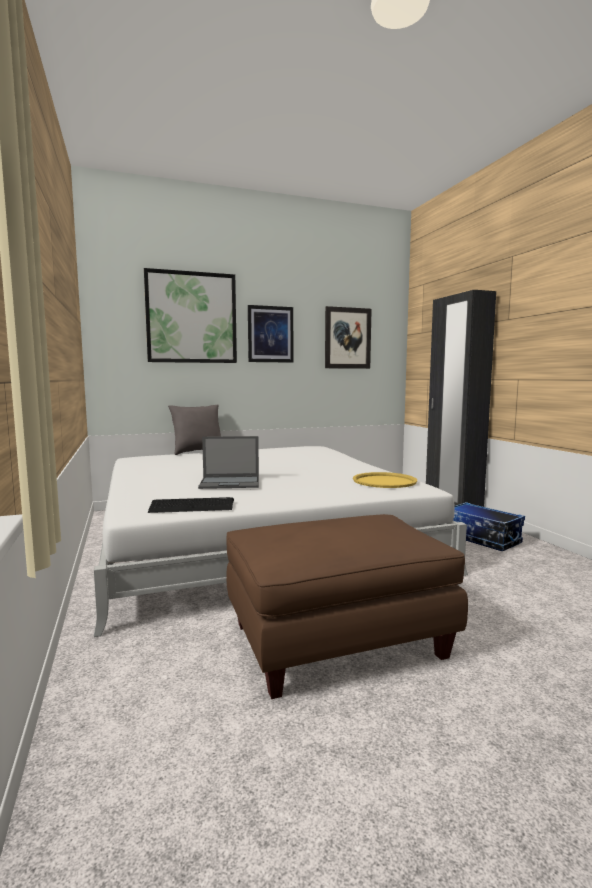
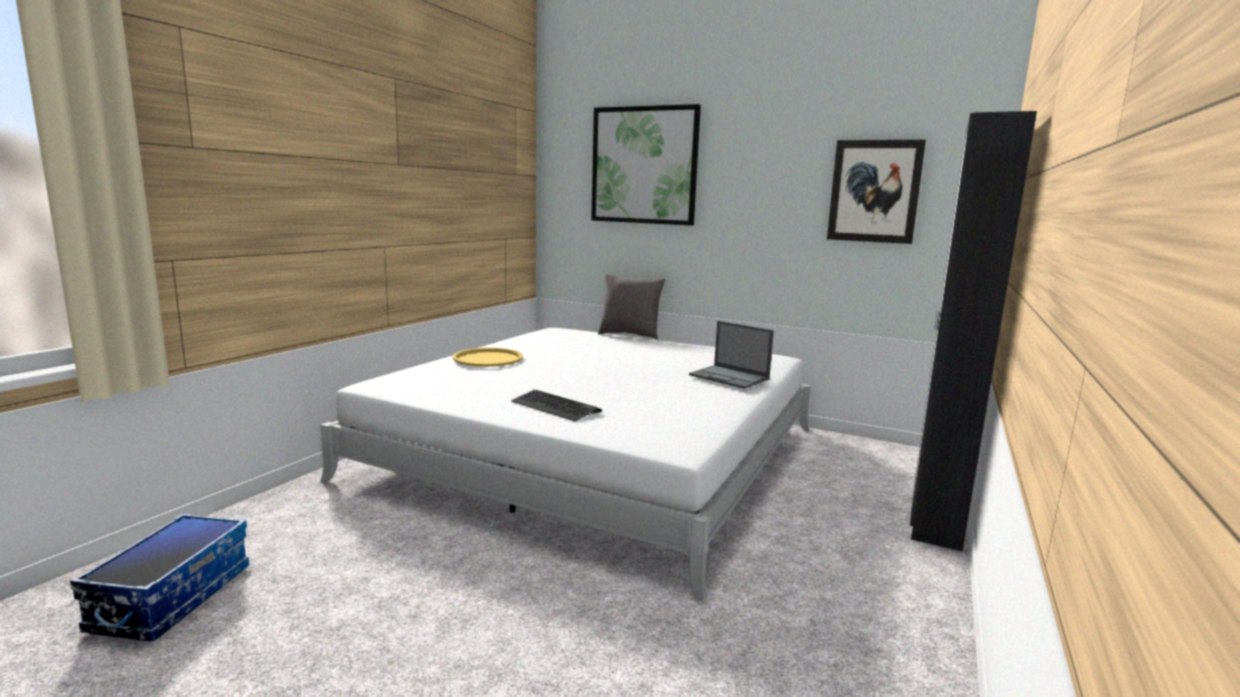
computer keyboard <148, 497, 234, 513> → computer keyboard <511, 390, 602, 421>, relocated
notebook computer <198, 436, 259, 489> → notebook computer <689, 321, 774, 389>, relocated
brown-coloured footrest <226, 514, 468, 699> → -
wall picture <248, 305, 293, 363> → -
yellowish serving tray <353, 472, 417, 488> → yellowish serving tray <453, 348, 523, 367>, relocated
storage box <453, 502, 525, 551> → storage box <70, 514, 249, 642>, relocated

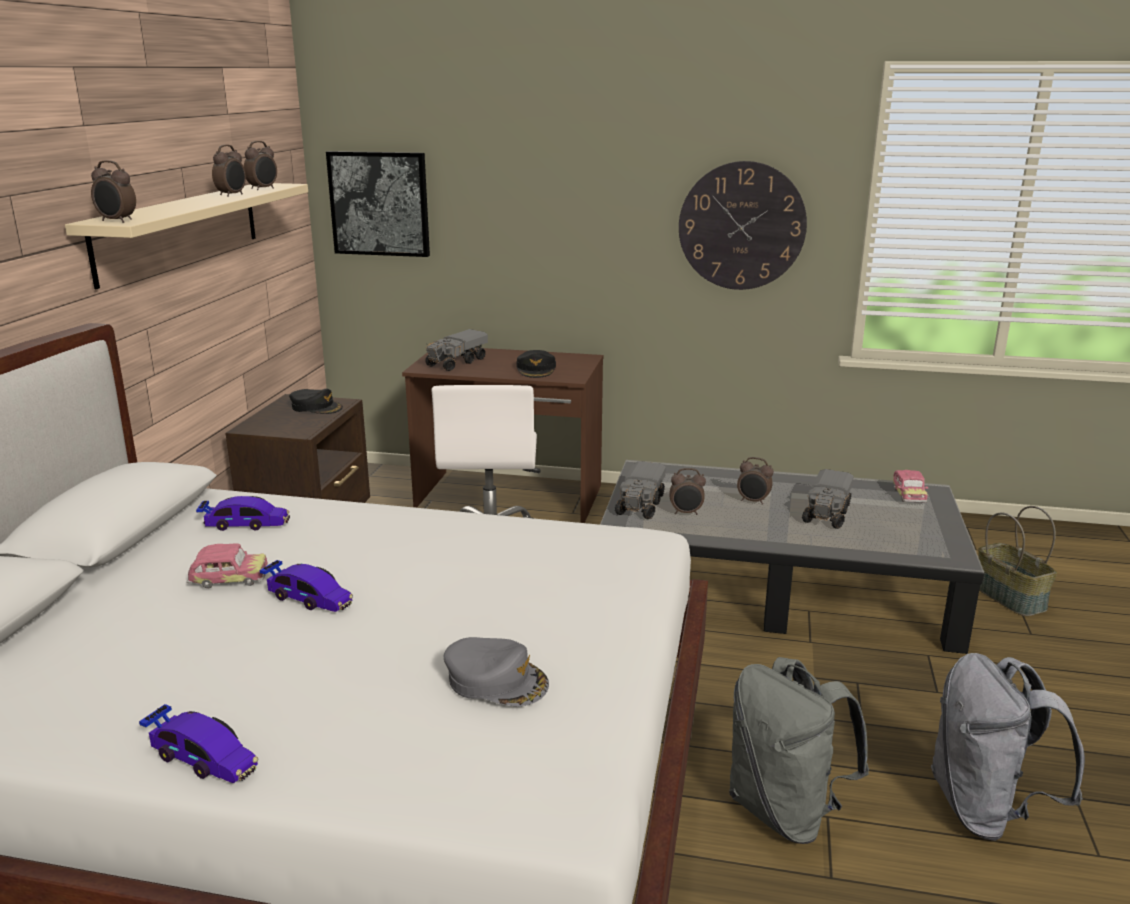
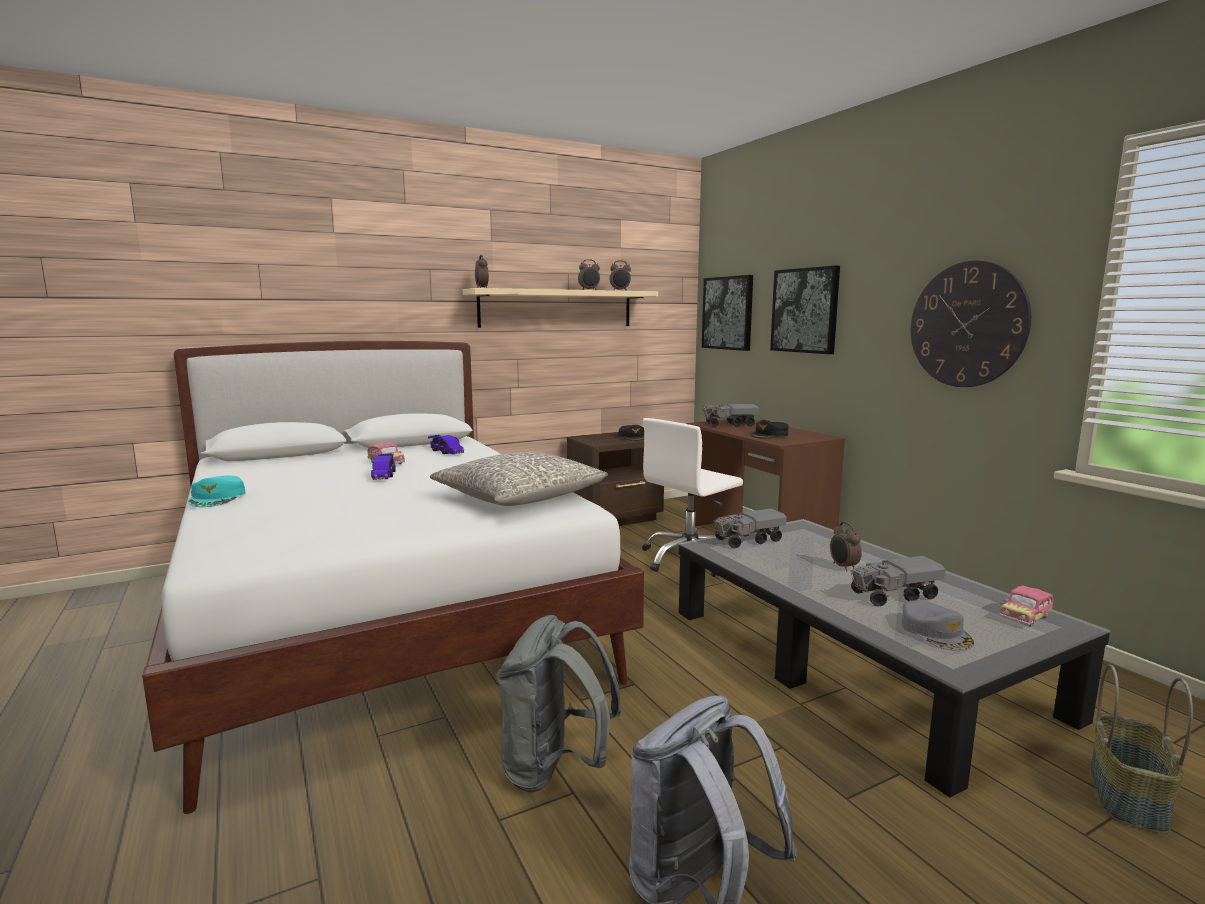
miniature car <139, 704, 258, 783> → turquoise-coloured baseball cap <188, 476, 246, 507>
gray baseball cap <444, 637, 549, 706> → gray baseball cap <902, 600, 974, 651>, relocated
table clock <669, 468, 706, 515> → -
- → gray throw pillow <430, 452, 608, 506>
- → wall picture <770, 266, 840, 354>

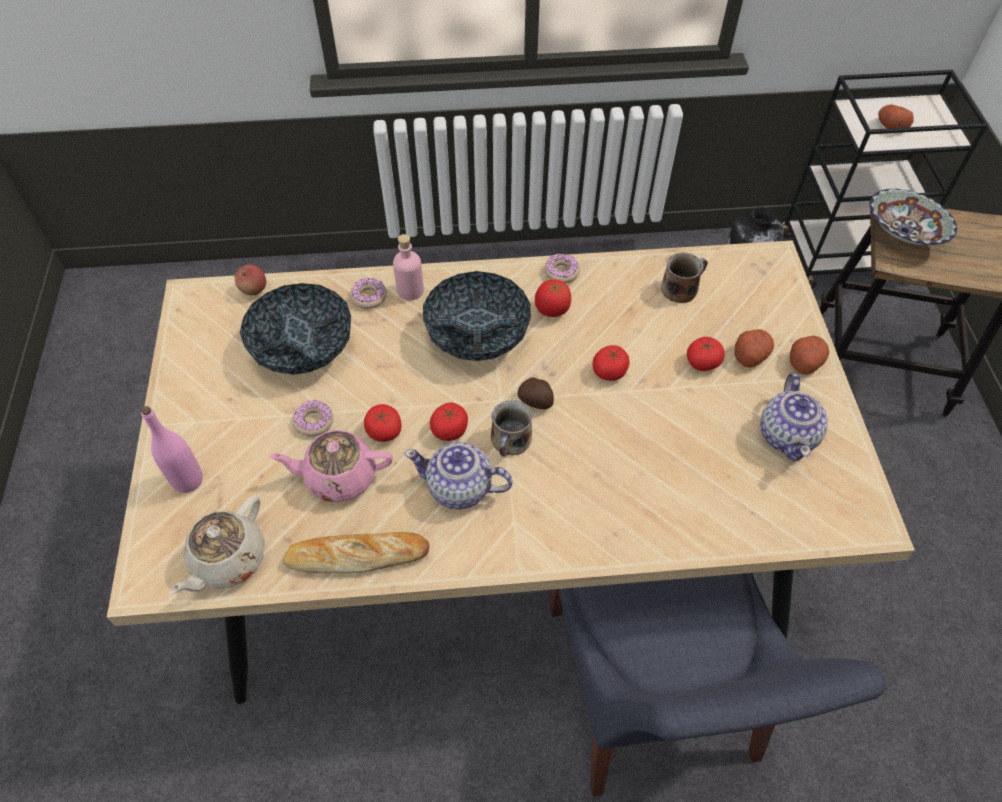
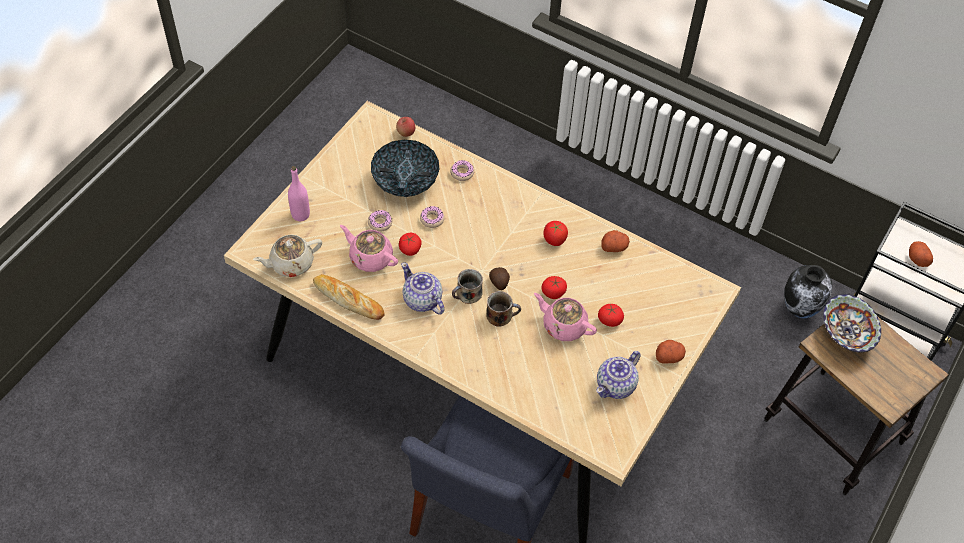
pink-coloured drink bottle <393, 234, 424, 300> → -
deep dish <423, 271, 531, 361> → -
tomato <430, 403, 468, 441> → -
ring doughnut <544, 253, 580, 283> → ring doughnut <420, 206, 445, 228>, relocated
tea mug <661, 252, 708, 303> → tea mug <486, 291, 521, 327>, relocated
whole potato <734, 329, 774, 367> → whole potato <601, 230, 630, 252>, relocated
- → pink-coloured pot for tea <534, 293, 597, 341>

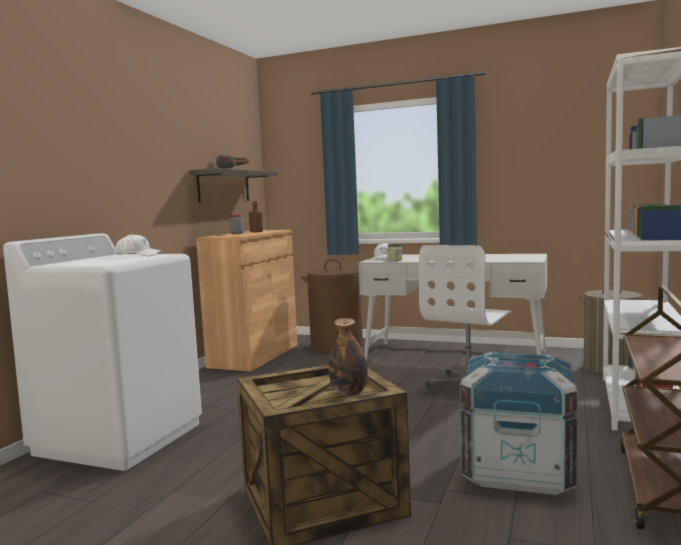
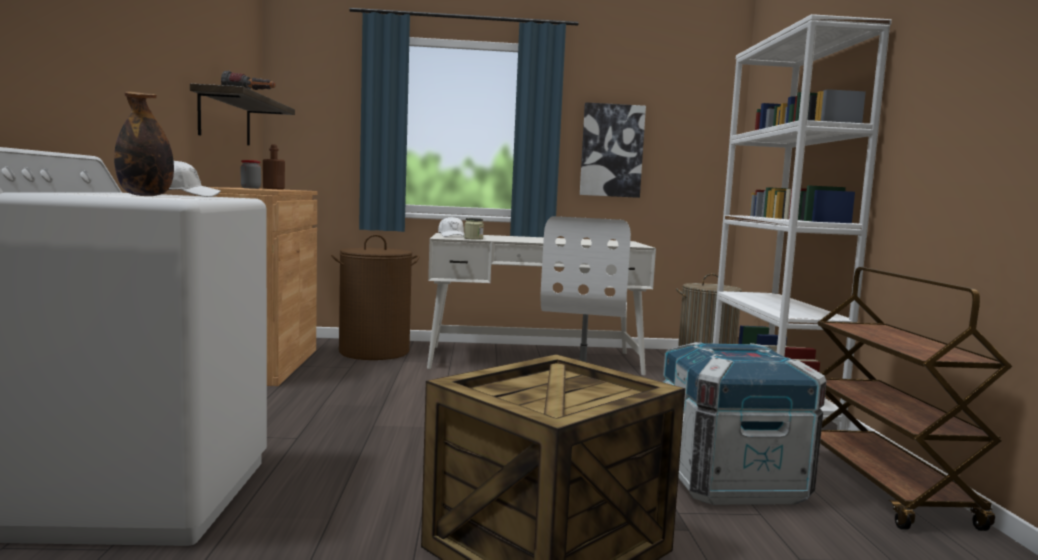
drink bottle <328, 318, 368, 396> → drink bottle <114, 91, 174, 196>, relocated
- → wall picture <580, 102, 646, 198>

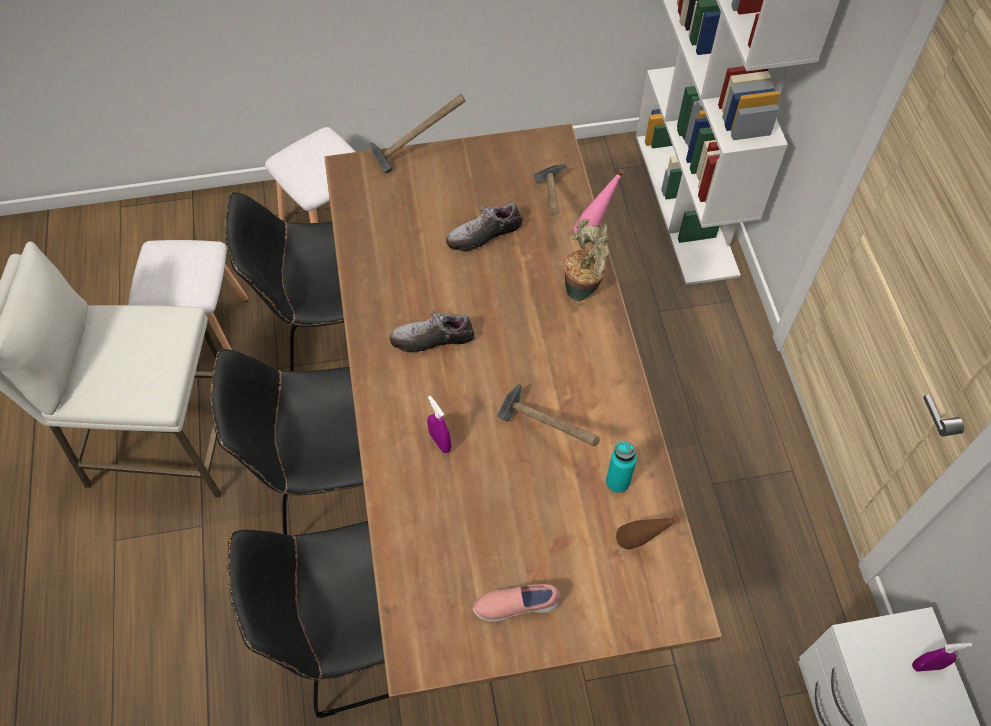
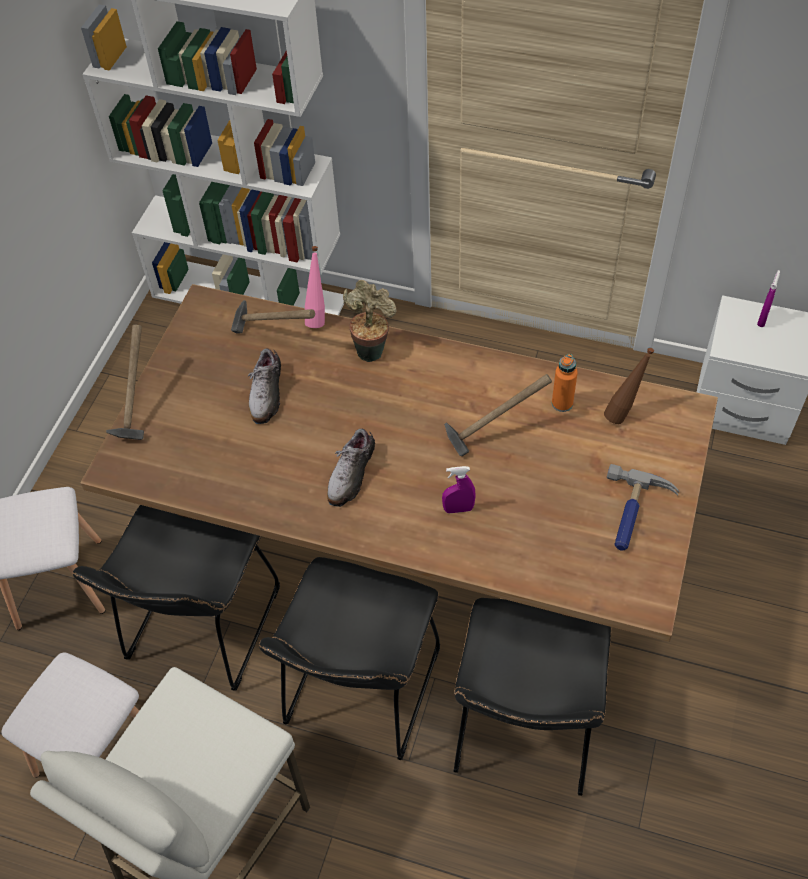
pink-coloured low shoe <473, 584, 560, 622> → hammer <607, 464, 679, 551>
turquoise-coloured drink bottle <606, 441, 637, 493> → orangey drink bottle <552, 354, 578, 412>

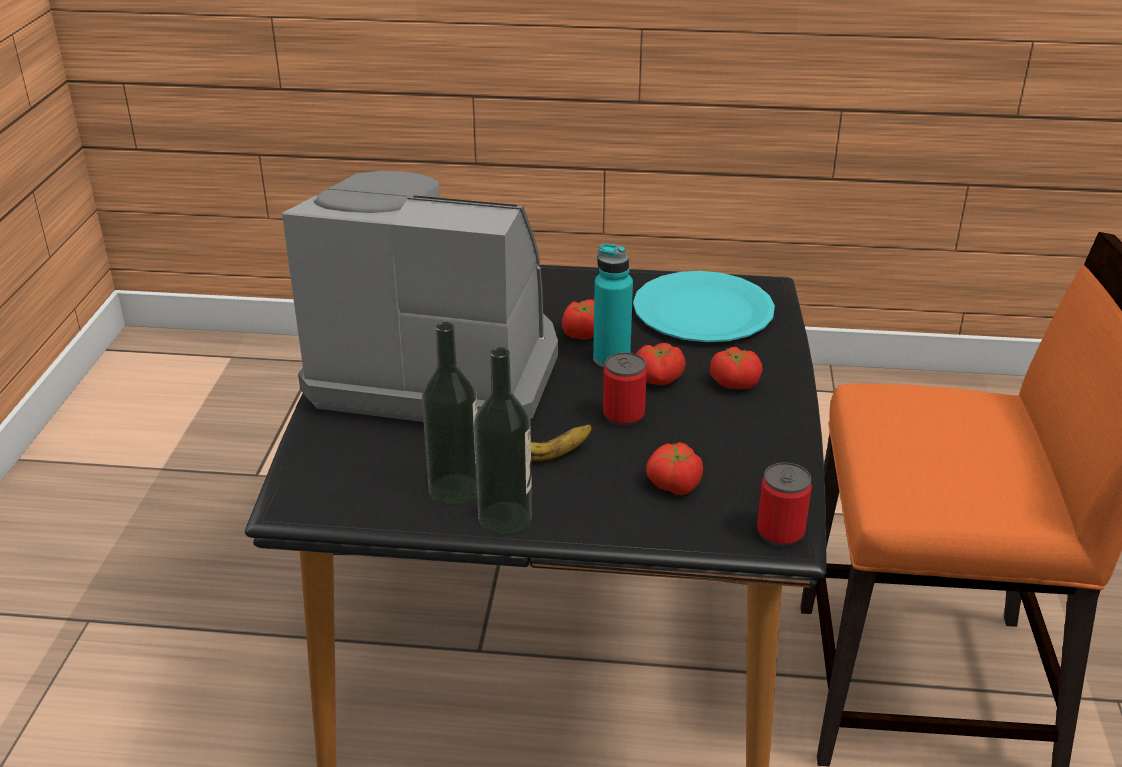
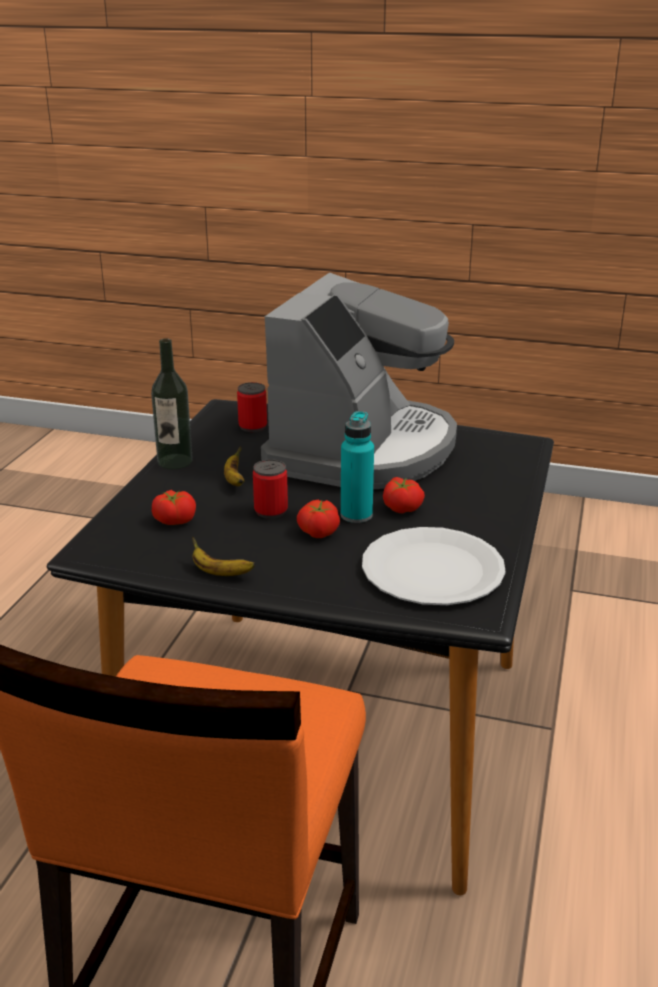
drink bottle <422, 322, 477, 506> → -
turquoise-coloured flat dish <633, 271, 775, 342> → white flat dish <362, 527, 506, 605>
tomato <710, 347, 763, 389> → -
metal can <757, 462, 812, 547> → metal can <237, 382, 267, 432>, relocated
- → banana fruit <192, 537, 256, 576>

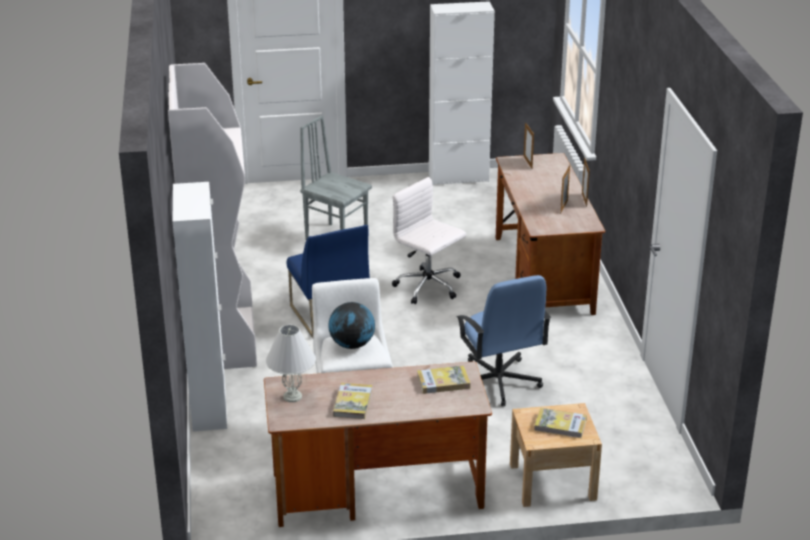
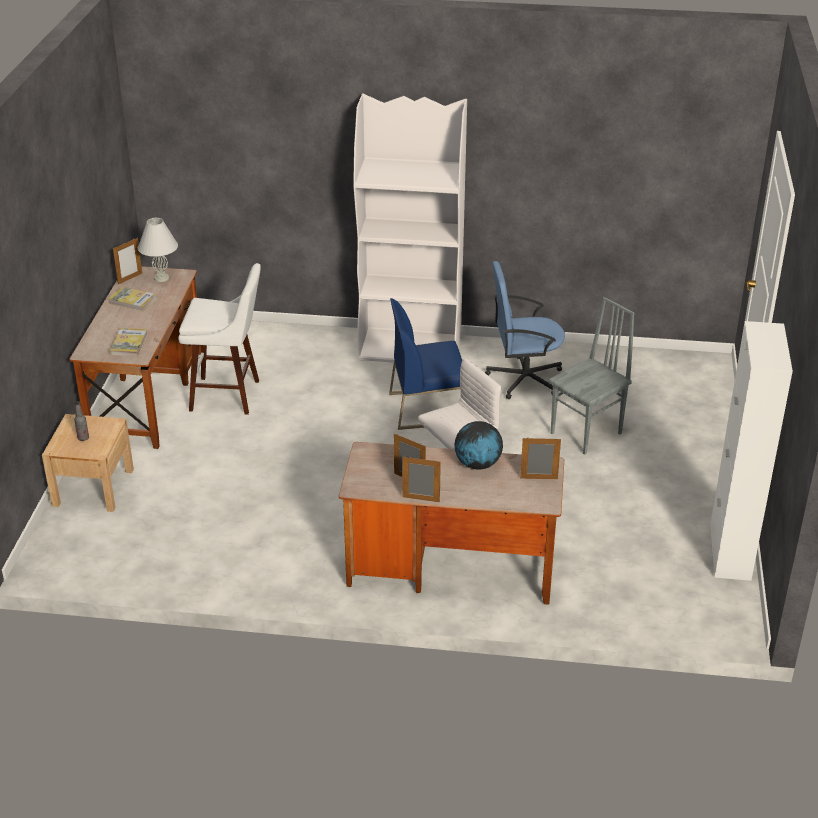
white cabinet <173, 182, 227, 432> → -
globe <328, 302, 375, 349> → globe <455, 421, 503, 470>, relocated
bluish office chair <456, 275, 551, 407> → bluish office chair <485, 261, 565, 399>, relocated
bound book <534, 408, 587, 438> → drink bottle <74, 401, 89, 441>
- → photo frame <113, 238, 142, 285>

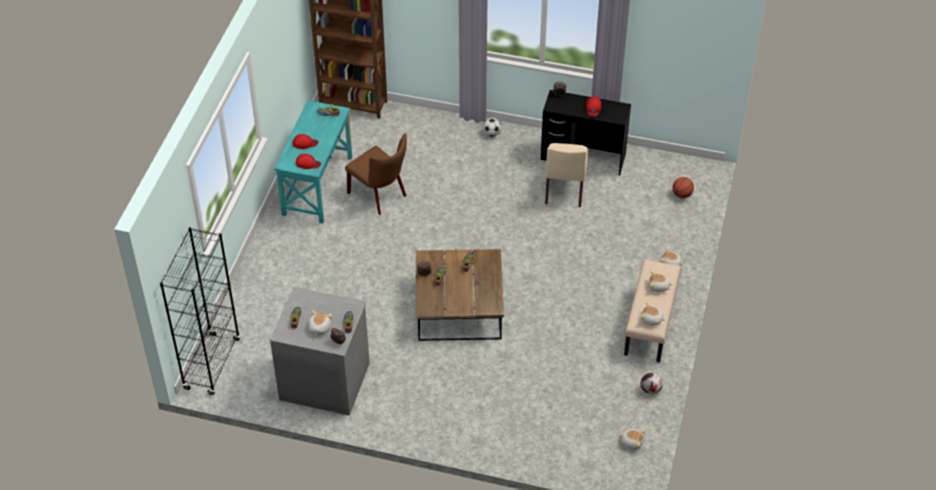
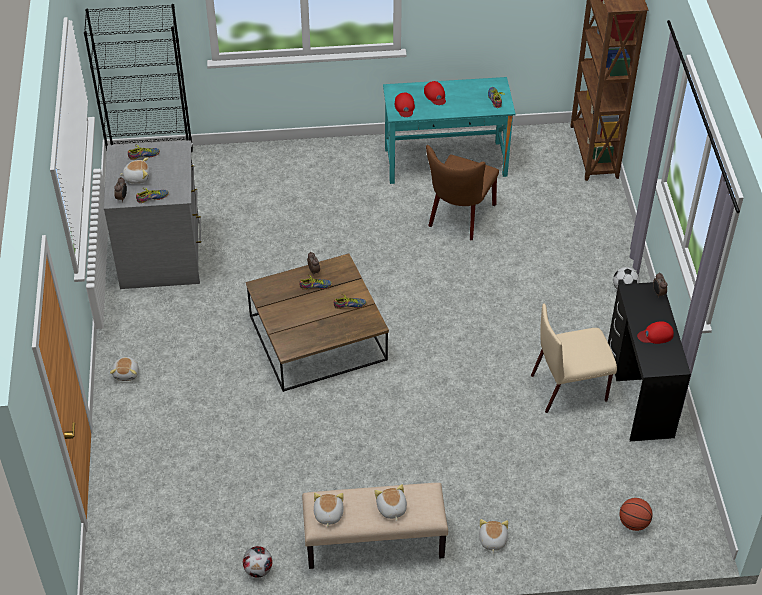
soft toy <619, 429, 646, 450> → soft toy <110, 356, 139, 381>, relocated

